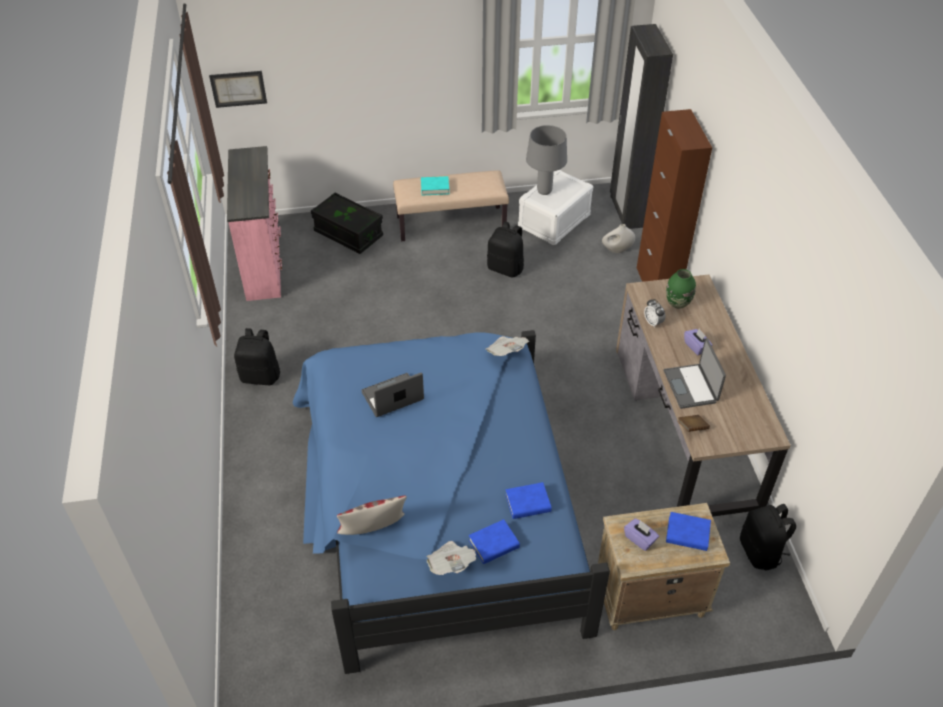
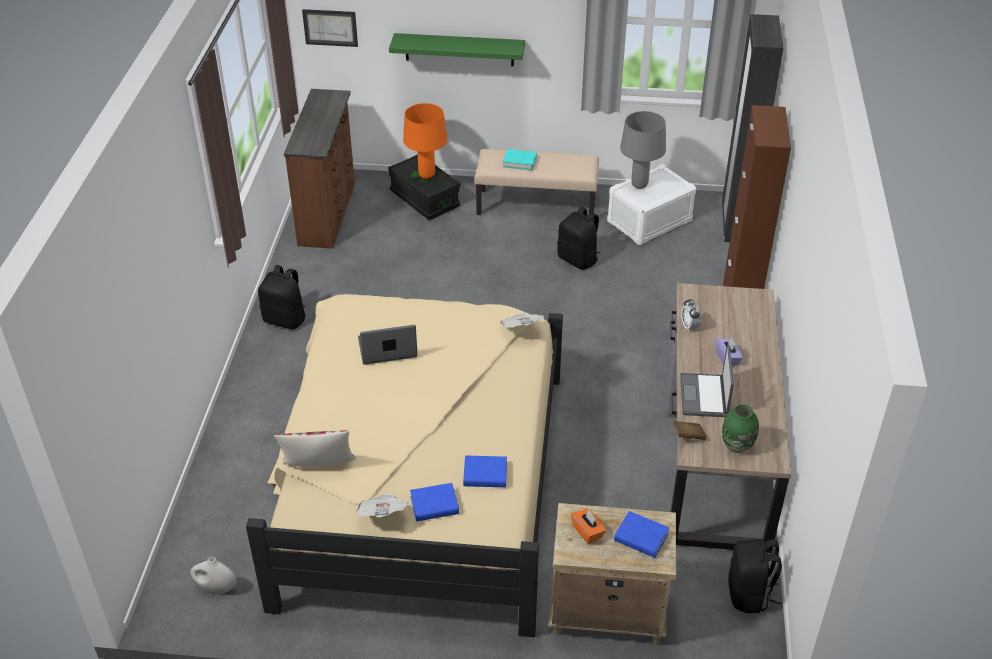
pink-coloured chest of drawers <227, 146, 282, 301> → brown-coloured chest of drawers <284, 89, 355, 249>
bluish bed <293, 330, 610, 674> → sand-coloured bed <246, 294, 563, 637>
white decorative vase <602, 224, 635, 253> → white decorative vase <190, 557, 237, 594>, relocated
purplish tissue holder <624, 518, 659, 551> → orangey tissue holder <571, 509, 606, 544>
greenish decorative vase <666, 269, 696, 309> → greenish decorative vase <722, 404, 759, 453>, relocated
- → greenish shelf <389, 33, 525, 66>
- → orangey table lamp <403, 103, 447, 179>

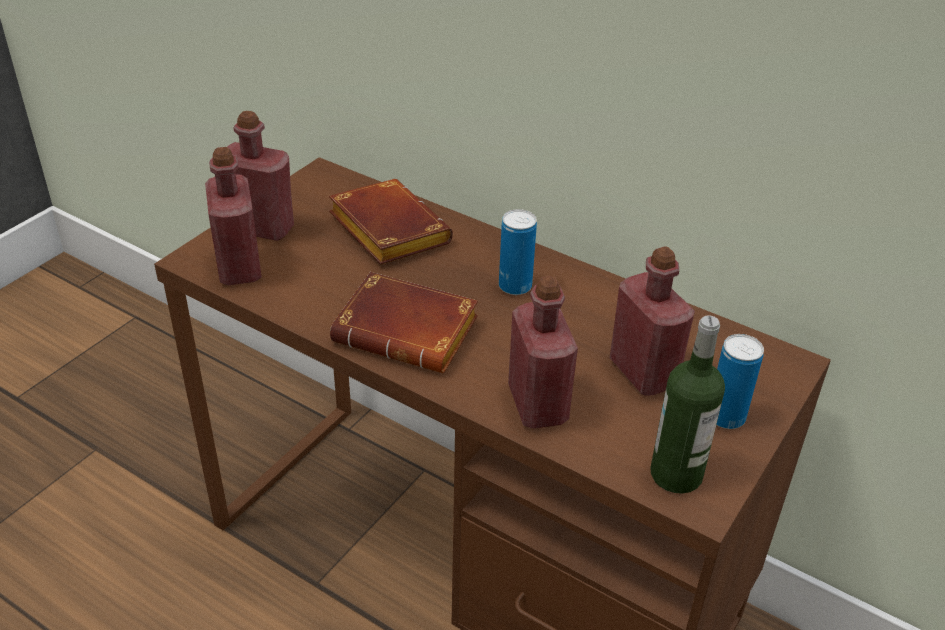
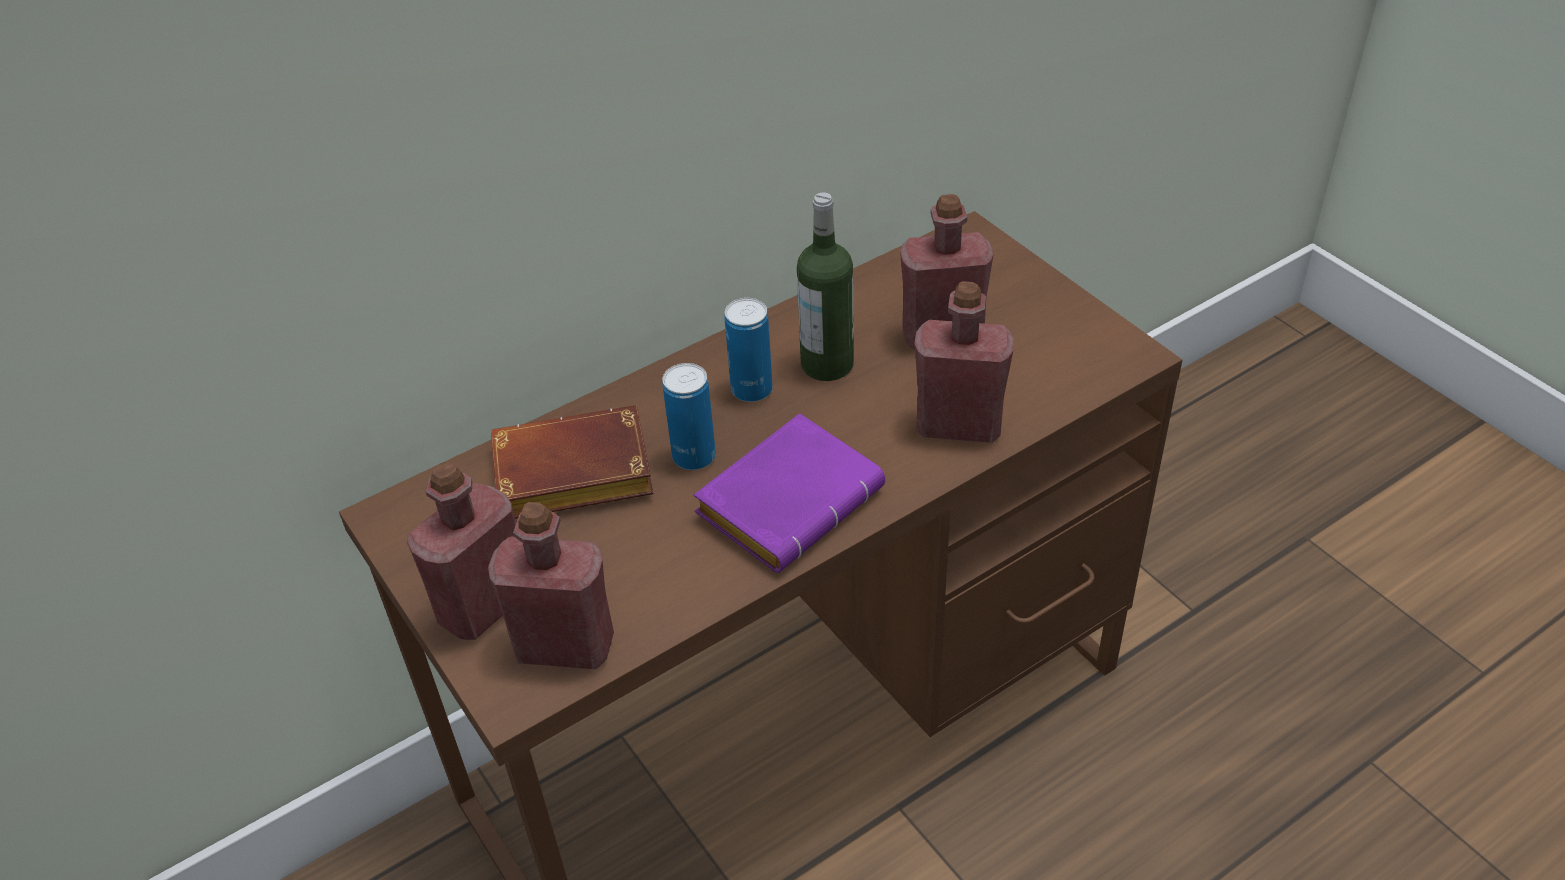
brown-coloured bound book <330, 272, 478, 373> → purplish bound book <694, 413, 885, 573>
drink bottle <650, 315, 725, 494> → drink bottle <797, 192, 854, 381>, relocated
metal can <716, 334, 764, 429> → metal can <662, 363, 716, 470>, relocated

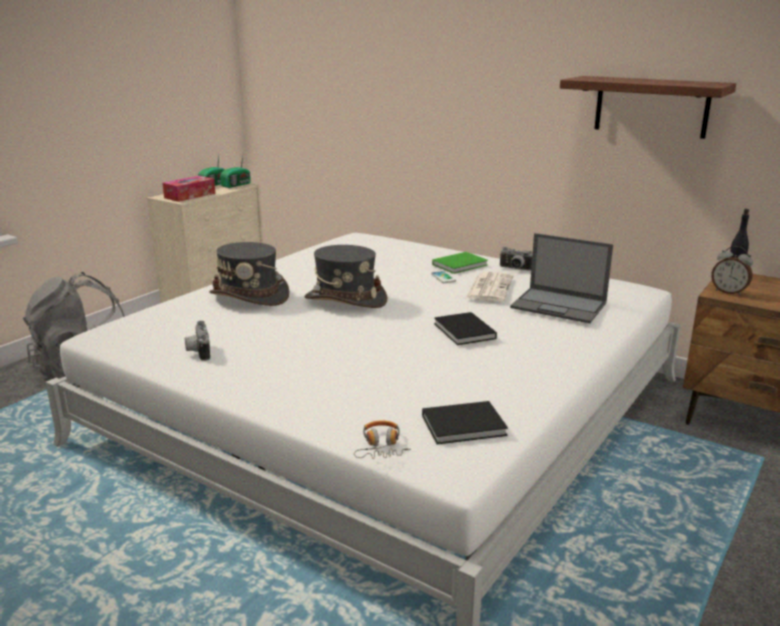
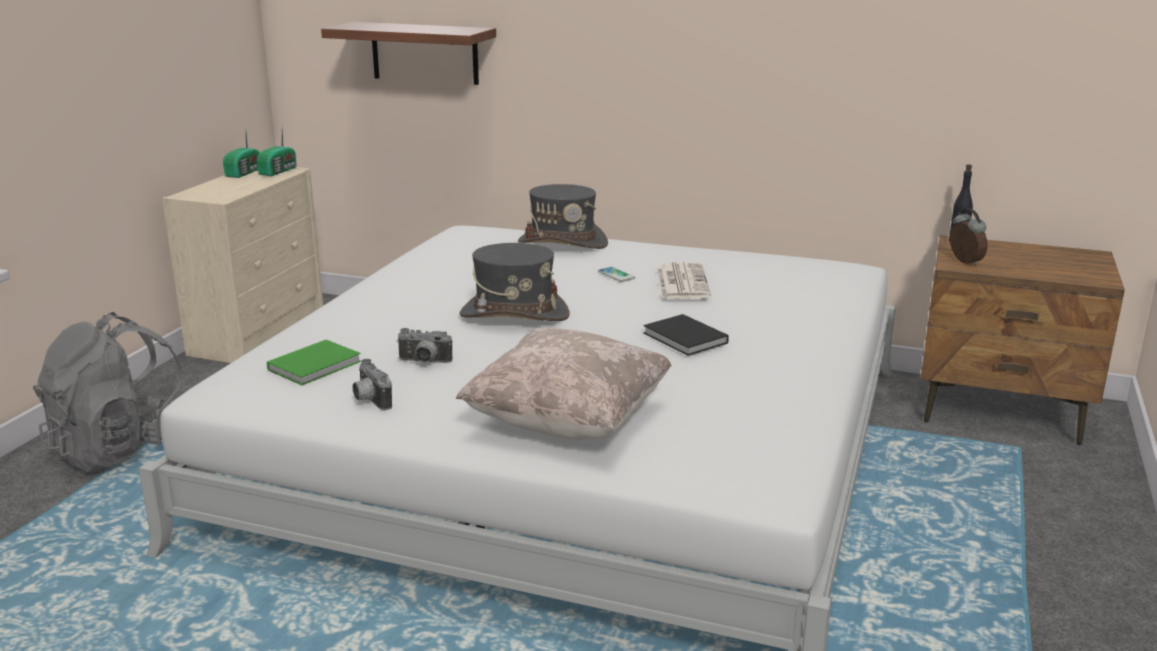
tissue holder <162, 176, 215, 202> → -
gray hat <209, 242, 290, 306> → gray hat <518, 184, 608, 249>, relocated
headset <354, 420, 411, 459> → -
blackish bound book <422, 401, 508, 444> → -
greenish bound book <432, 252, 488, 274> → greenish bound book <267, 340, 361, 385>, relocated
photo camera <500, 247, 532, 271> → photo camera <397, 328, 452, 363>, relocated
notebook computer <510, 233, 613, 323> → -
shelf <560, 76, 736, 139> → shelf <321, 22, 496, 85>, relocated
table clock <711, 246, 753, 296> → table clock <950, 209, 988, 266>, 135 degrees counterclockwise
- → sand-coloured throw pillow <456, 328, 671, 440>

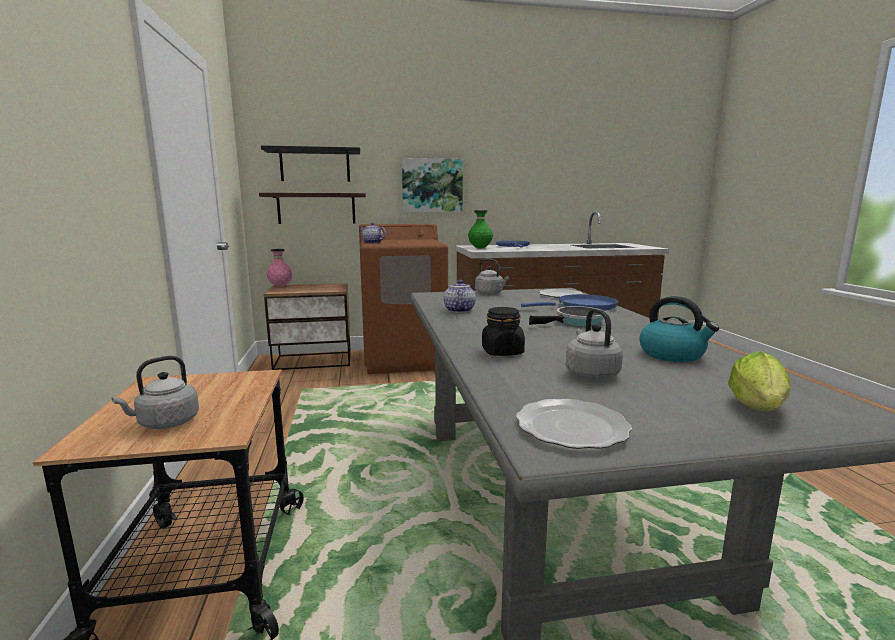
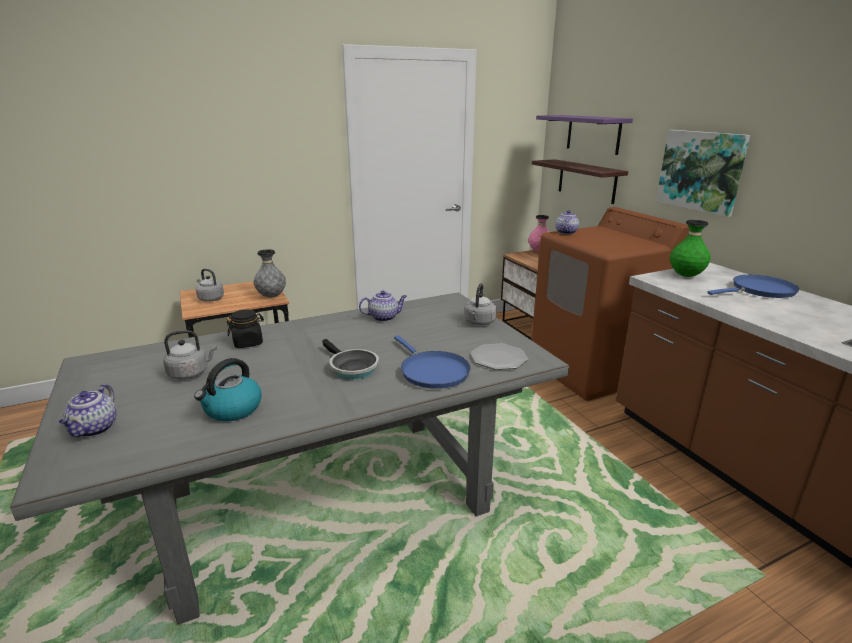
blackish shelf <261, 145, 360, 182> → purplish shelf <536, 115, 633, 155>
flat dish <516, 399, 632, 449> → -
lettuce head <728, 351, 791, 411> → pot for tea <59, 384, 117, 437>
- → gray decorative vase <254, 249, 286, 298>

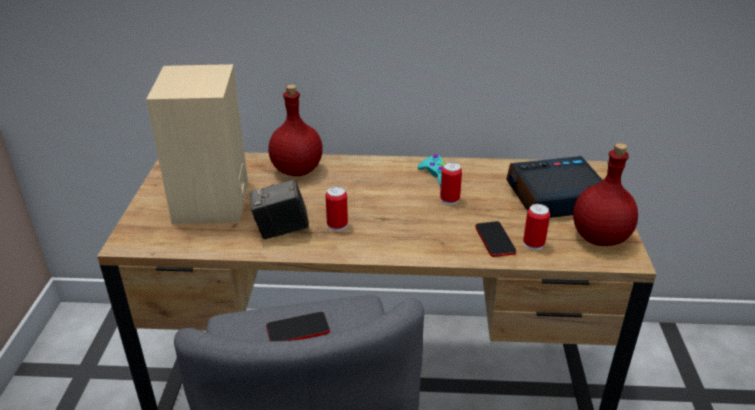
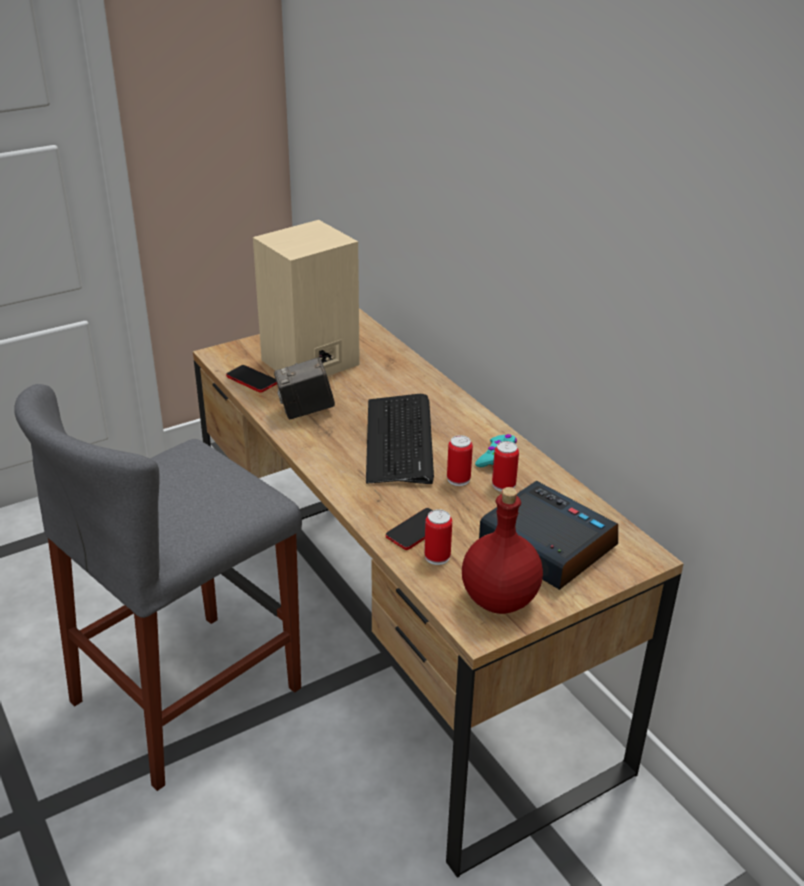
photo camera <250, 179, 309, 239> → photo camera <274, 357, 335, 419>, 60 degrees counterclockwise
telephone <266, 312, 330, 341> → telephone <226, 365, 277, 393>, relocated
reddish drink bottle <268, 85, 323, 176> → -
metal can <326, 186, 348, 231> → metal can <492, 441, 519, 492>, relocated
- → computer keyboard <366, 394, 434, 484>

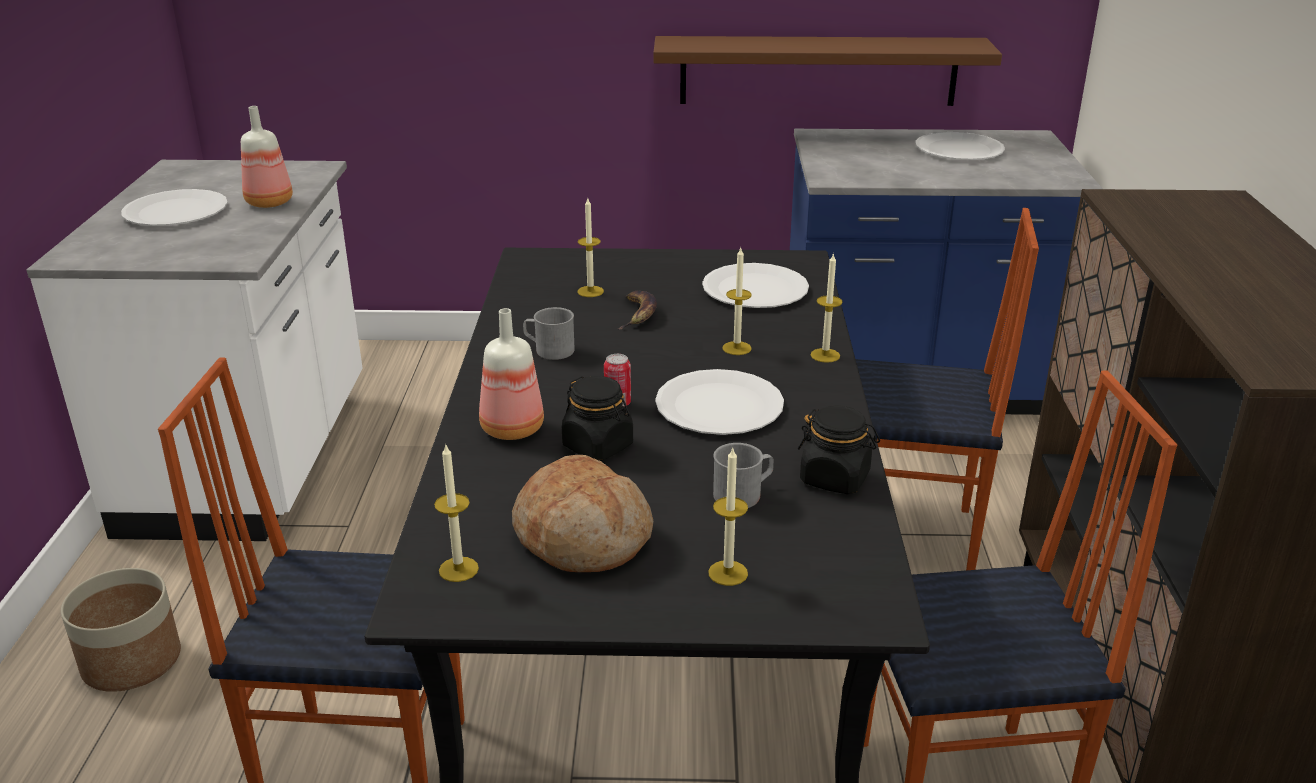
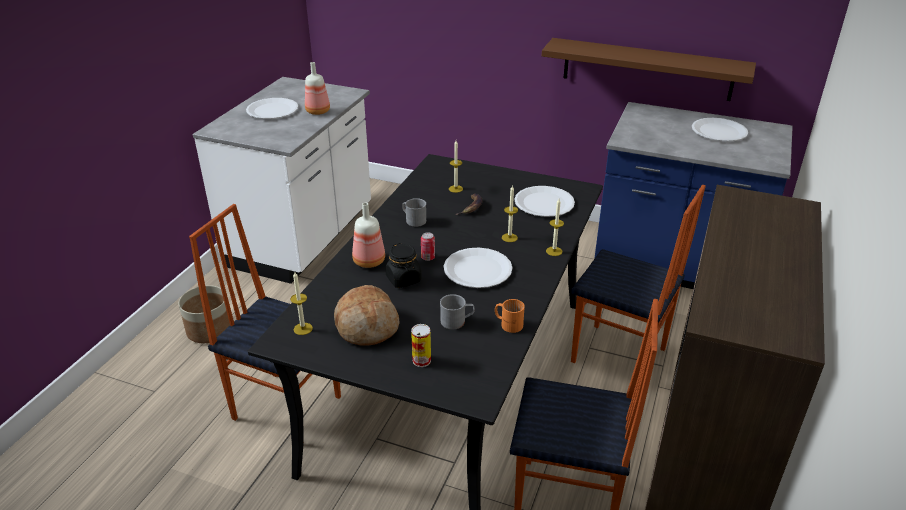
wax candle <708, 448, 748, 586> → metal can <411, 324, 431, 367>
blackish preserve jar <798, 406, 880, 494> → orangey tea mug <495, 299, 525, 333>

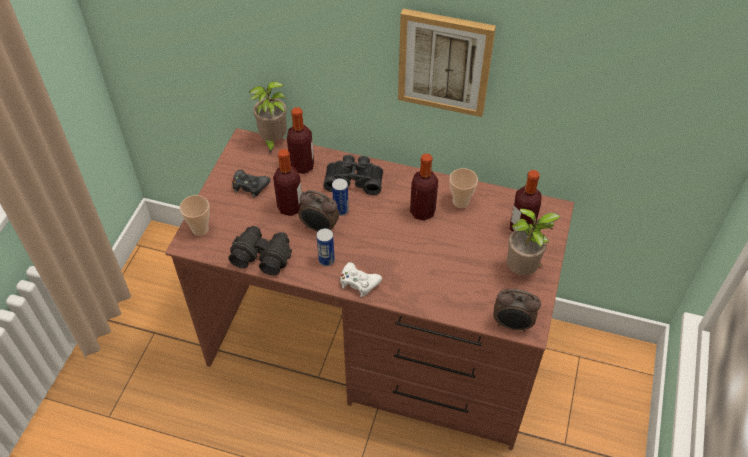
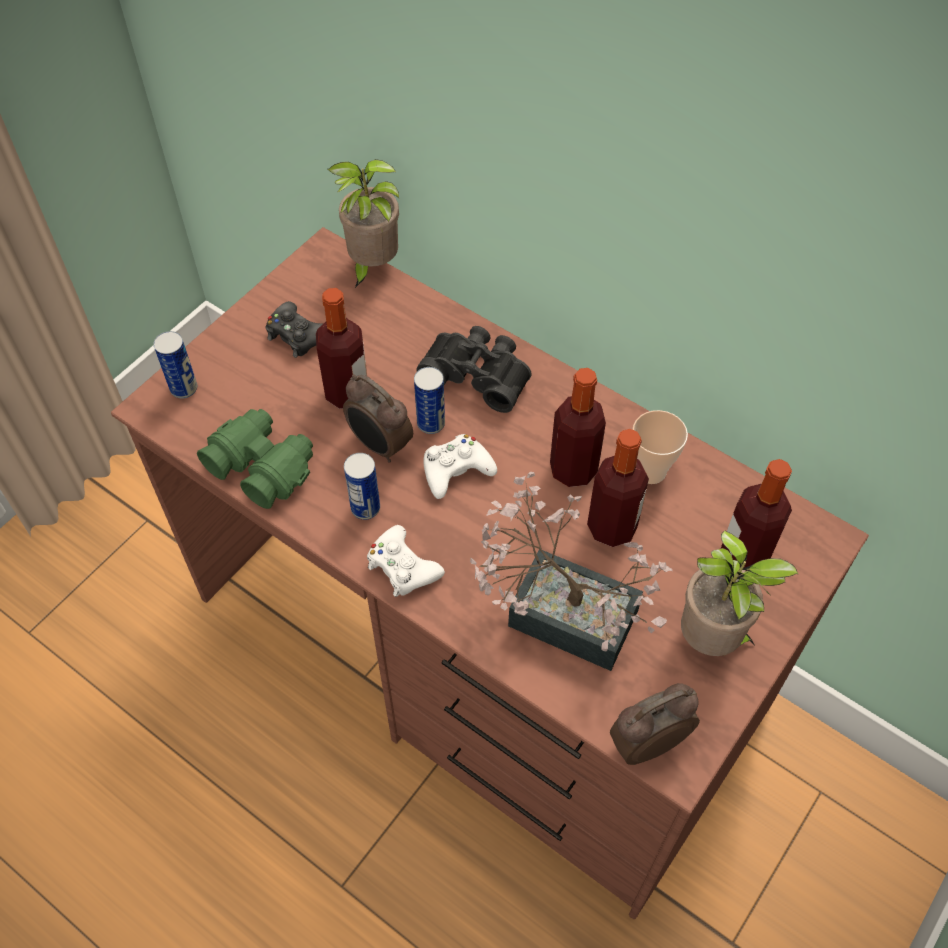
drinking cup <180, 195, 210, 236> → metal can <153, 331, 197, 399>
blackish field glasses <228, 226, 292, 275> → greenish field glasses <197, 409, 313, 509>
drink bottle <287, 107, 314, 174> → drink bottle <587, 429, 649, 547>, relocated
wall picture <398, 9, 496, 117> → -
table clock <493, 289, 541, 332> → table clock <610, 683, 700, 765>, 120 degrees clockwise
- → white joypad <423, 434, 497, 499>
- → potted plant <470, 472, 673, 671>

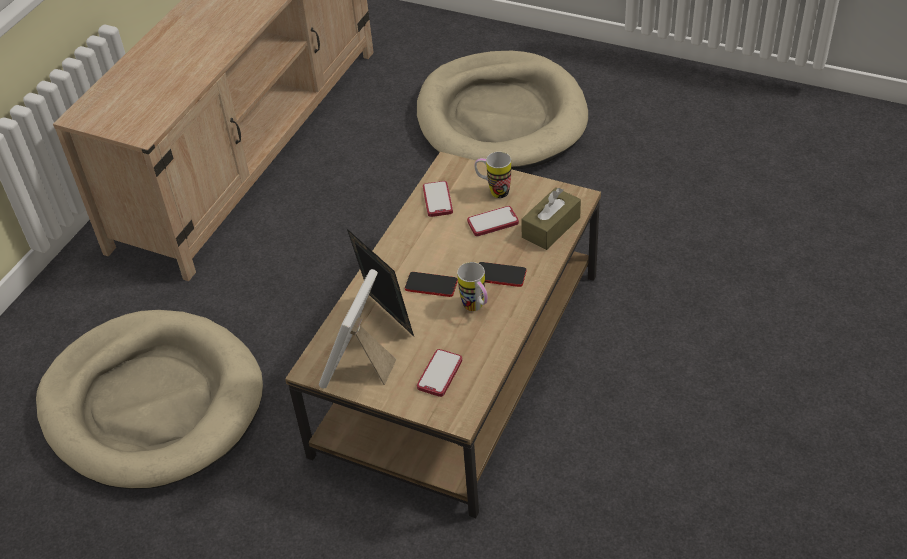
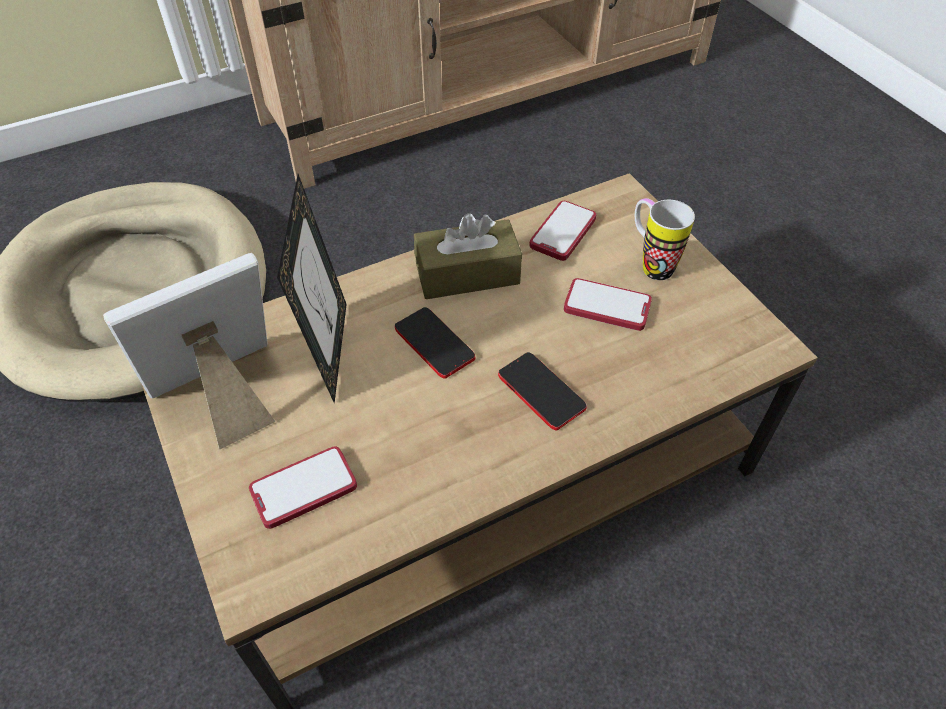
sand-coloured pet bed <417, 51, 588, 170> → -
tea mug <457, 262, 488, 311> → -
brown-coloured tissue holder <521, 187, 581, 250> → brown-coloured tissue holder <414, 213, 522, 299>, relocated

